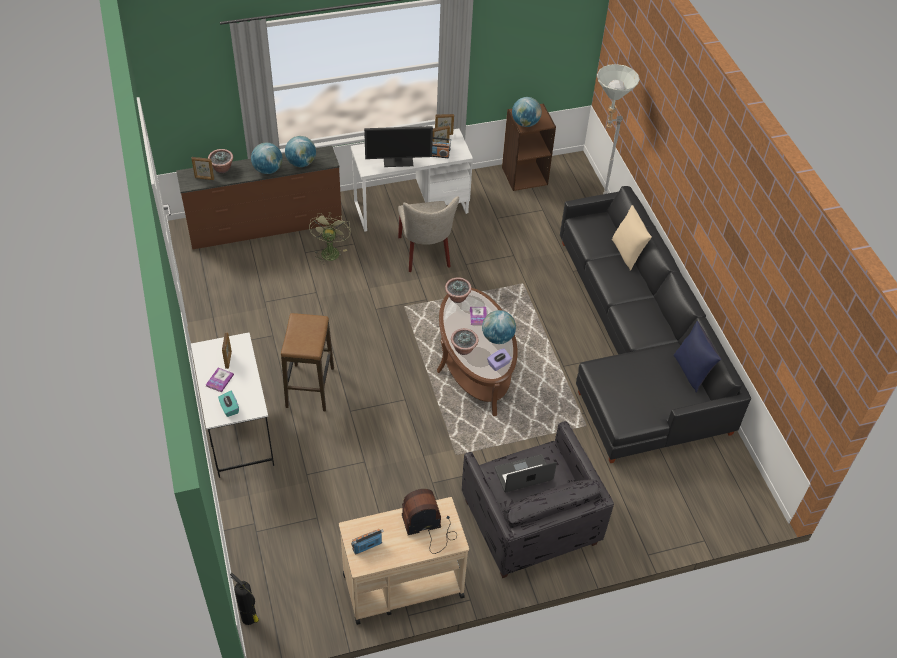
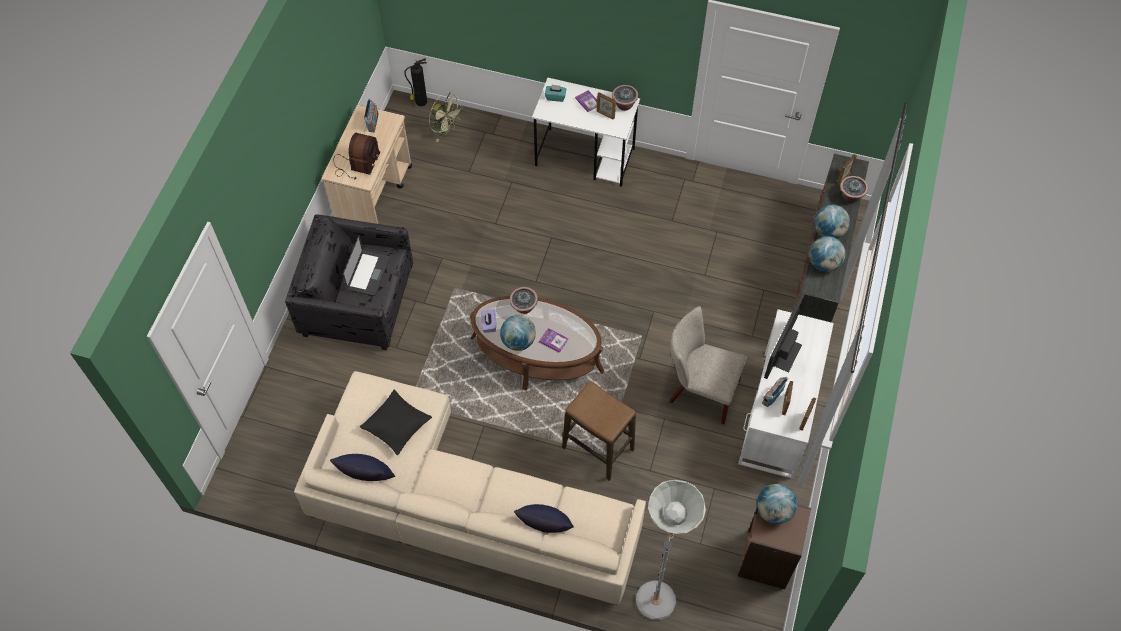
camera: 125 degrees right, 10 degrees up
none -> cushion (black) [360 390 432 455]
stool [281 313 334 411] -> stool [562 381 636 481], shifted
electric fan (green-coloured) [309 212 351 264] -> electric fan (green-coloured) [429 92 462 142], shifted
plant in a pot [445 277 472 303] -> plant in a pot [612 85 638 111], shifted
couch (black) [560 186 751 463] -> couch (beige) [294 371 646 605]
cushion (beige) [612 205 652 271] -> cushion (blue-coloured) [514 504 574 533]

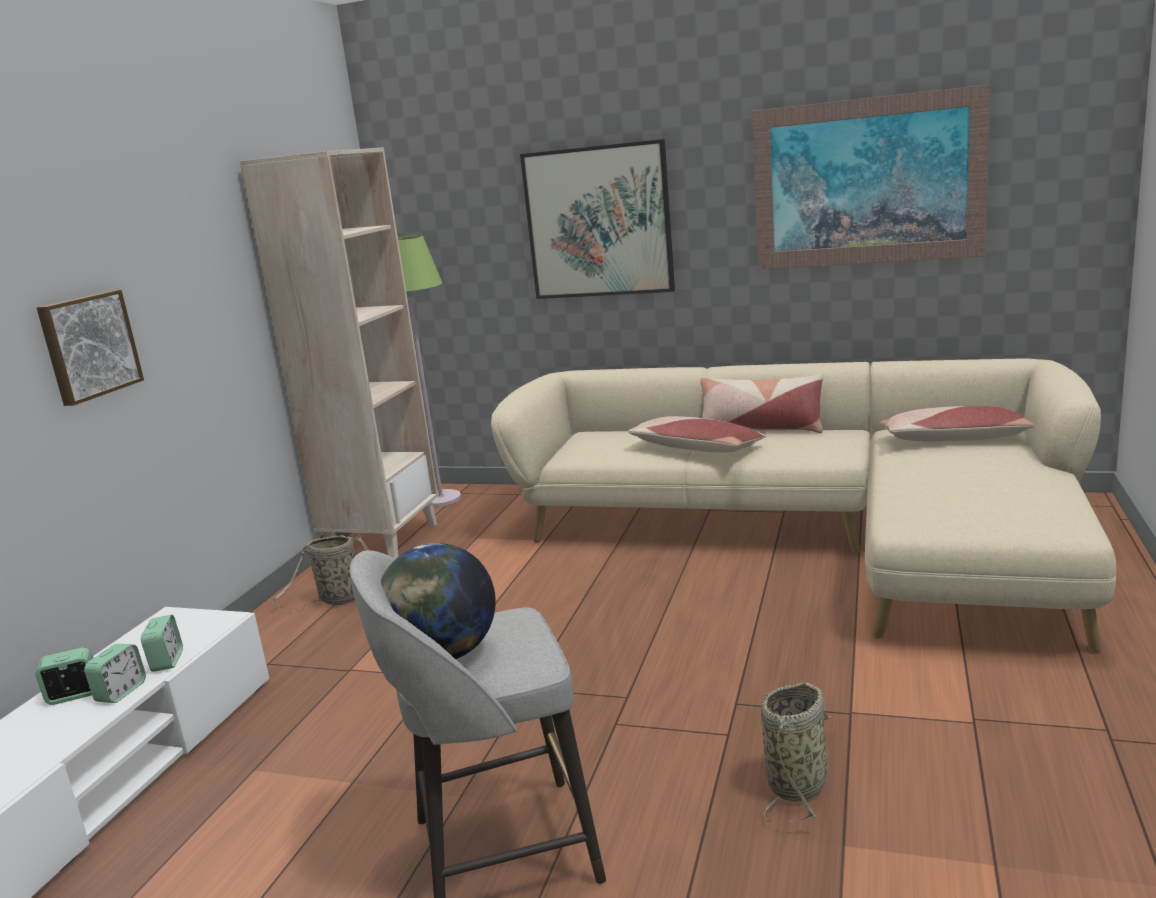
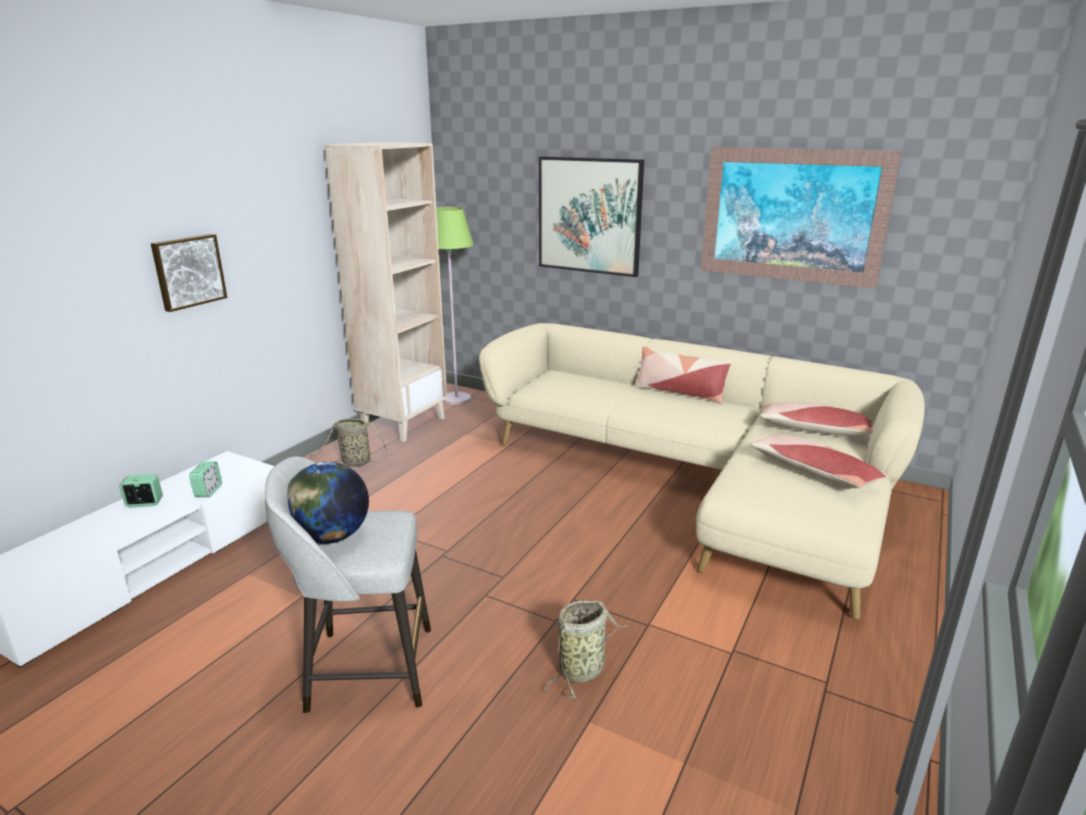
camera: 10 degrees right, 5 degrees up
bedside clock [84 644 146 703] -> none
cushion [628 416 766 453] -> cushion [750 434 888 488], shifted

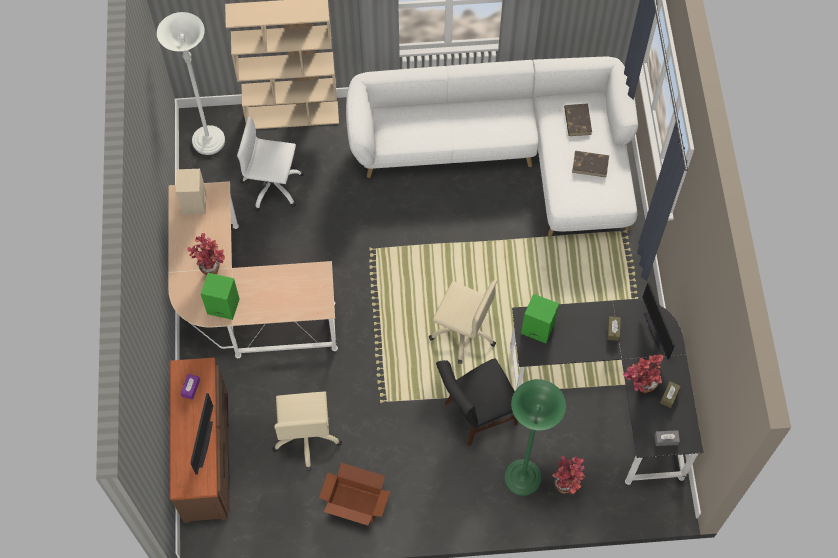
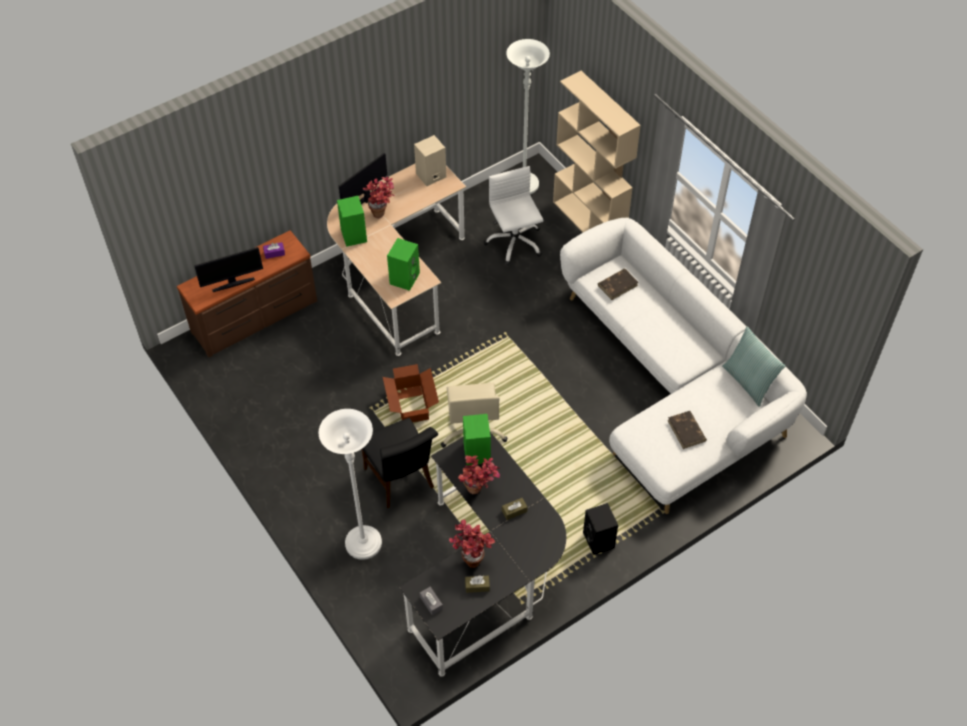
camera: 60 degrees right, 10 degrees down
desk chair (beige) [272 392 342 471] -> none
none -> audio speaker (green-coloured) [387 238 420 291]
none -> audio speaker (black) [583 503 618 555]
none -> cushion [722 326 786 407]
carton [319 463 390 526] -> carton [383 364 439 422], shifted
plant in a pot [552 456 585 494] -> plant in a pot [458 455 500 494], shifted
bound book (brownish) [564 104 592 136] -> bound book (brownish) [598 268 638 300], shifted
computer display [642 282 675 360] -> computer display [339 153 387 204], shifted
standing lamp (green-coloured) [504 379 566 496] -> standing lamp (white) [318 409 382 560]
plain chair (black) [436 358 518 447] -> plain chair (black) [362 418 438 508], 150 degrees counterclockwise

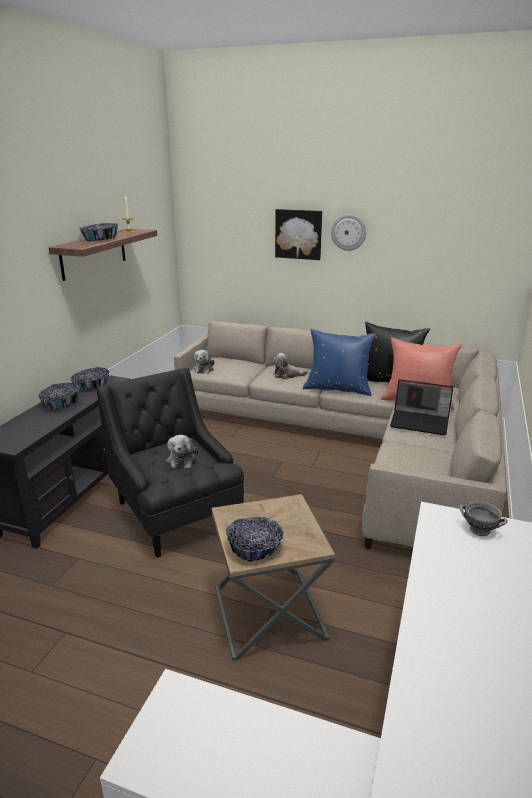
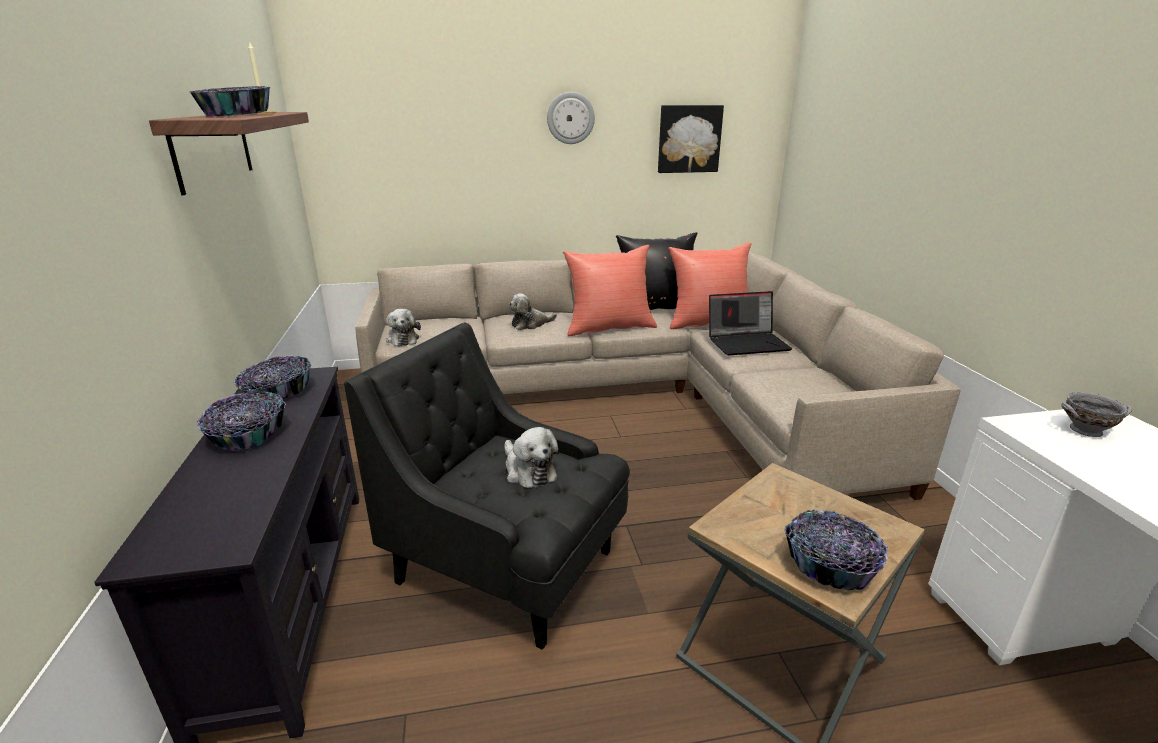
camera: 30 degrees left, 0 degrees up
wall art [275 209 322 260] -> wall art [658 105 724 173], shifted
cushion (blue-coloured) [303 329 377 396] -> cushion (red-coloured) [563 245 657 336]

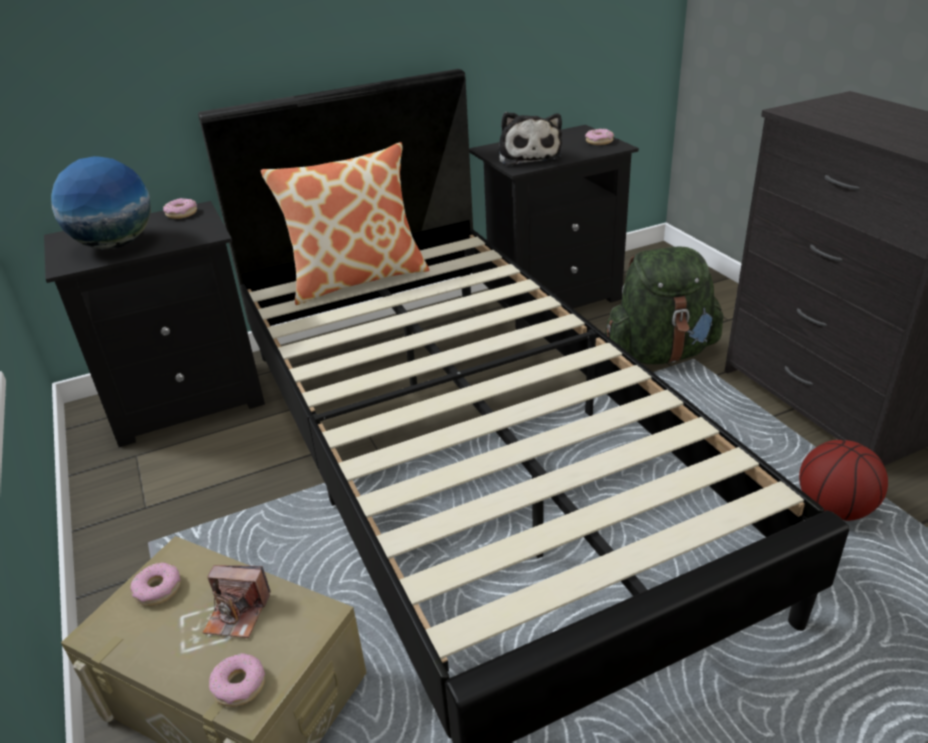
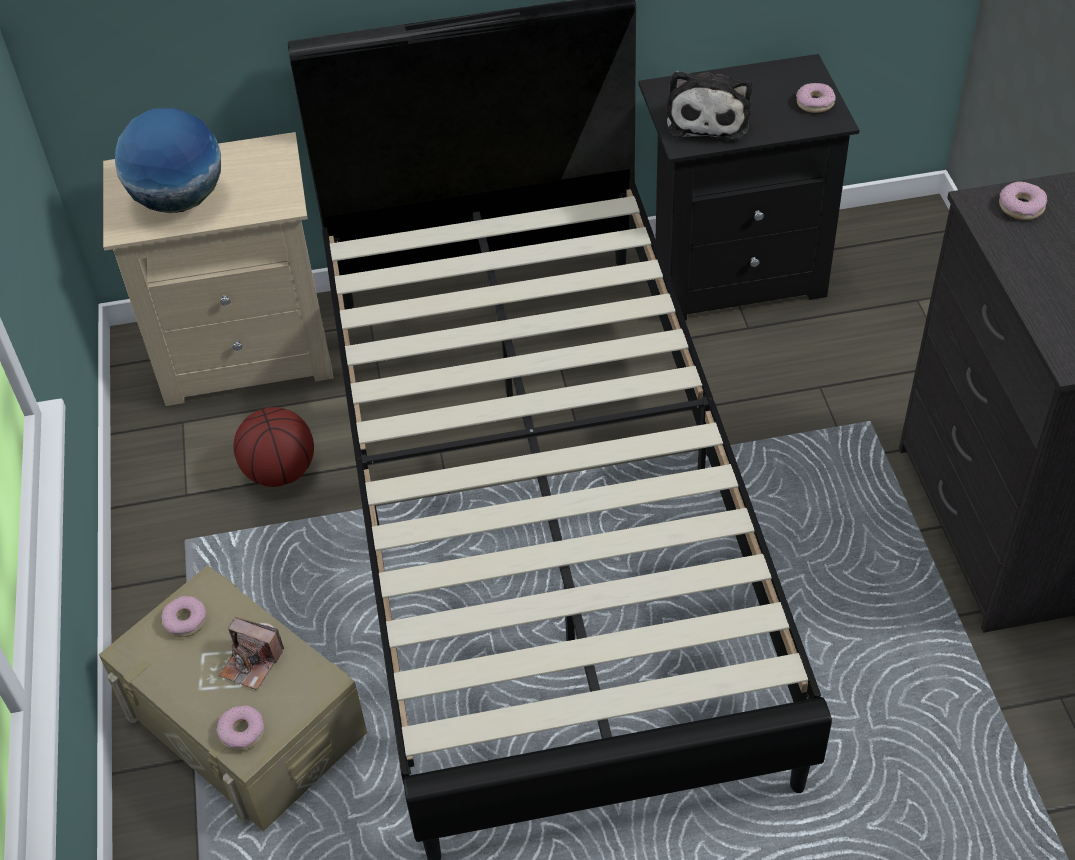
camera: 15 degrees right, 15 degrees up
cushion [261 142 429 305] -> none
knapsack (green-coloured) [605 246 724 364] -> none
donut [163 198 197 219] -> donut [999 182 1047 220], shifted
ball for basketball [799 440 888 521] -> ball for basketball [233 407 314 487], shifted
night table (black) [44 201 265 447] -> night table (beige) [103 132 334 406]

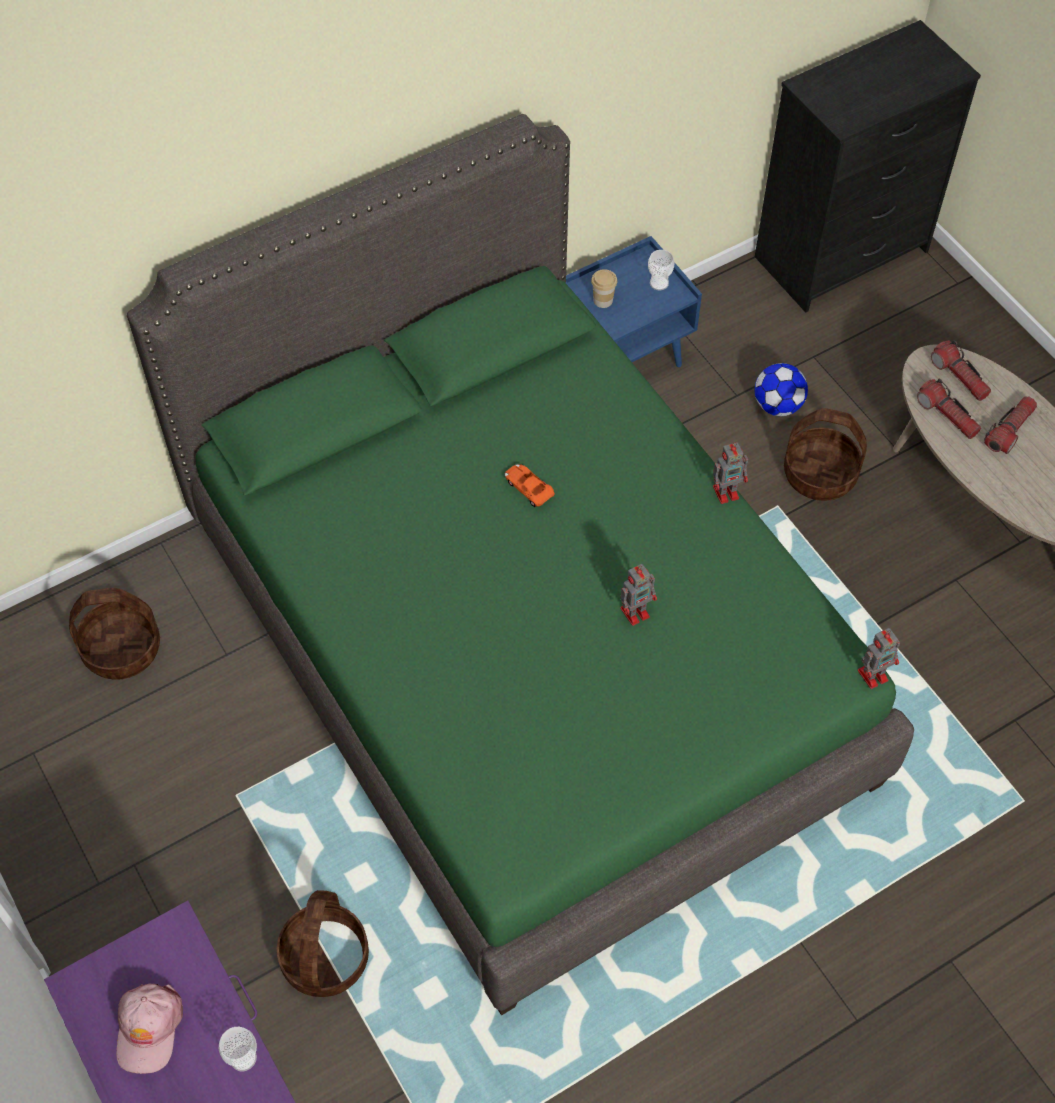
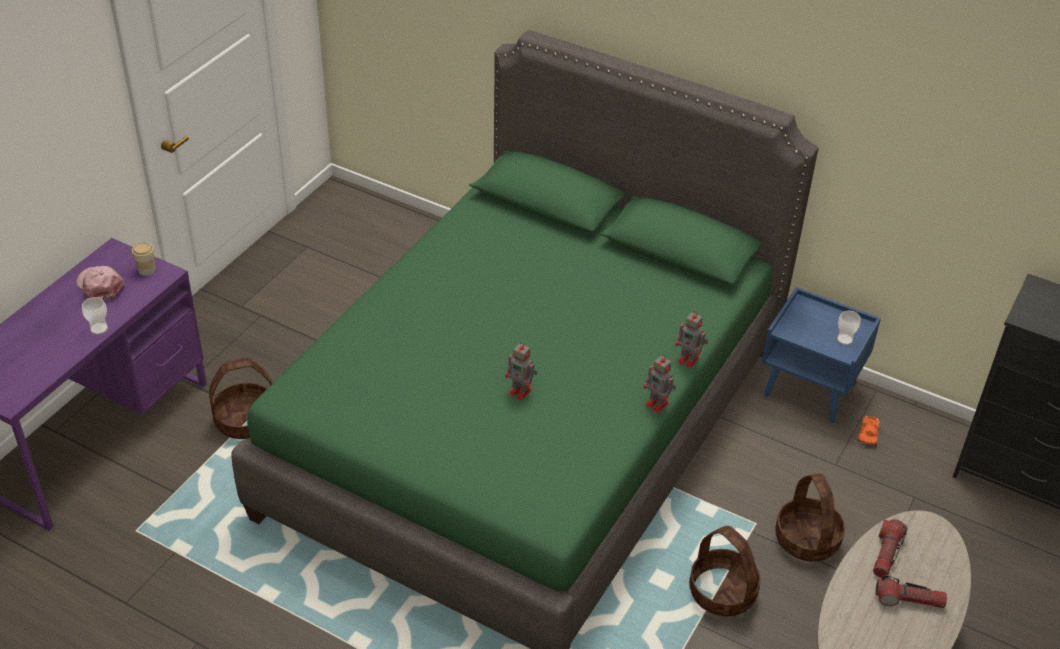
camera: 60 degrees right, 15 degrees down
football [754 363 808 416] -> none
torch [931 340 991 401] -> none
storage basket [69 588 160 680] -> storage basket [689 526 761 617], shifted
model car (orange-coloured) [505 464 555 507] -> model car (orange-coloured) [858 416 880 445], shifted
cup [591 269 617 308] -> cup [132 242 156 276], shifted
model robot [858 628 900 689] -> model robot [675 312 708 368], shifted
peaked cap (pink) [116 984 183 1074] -> peaked cap (pink) [76 266 124 301], 75 degrees clockwise

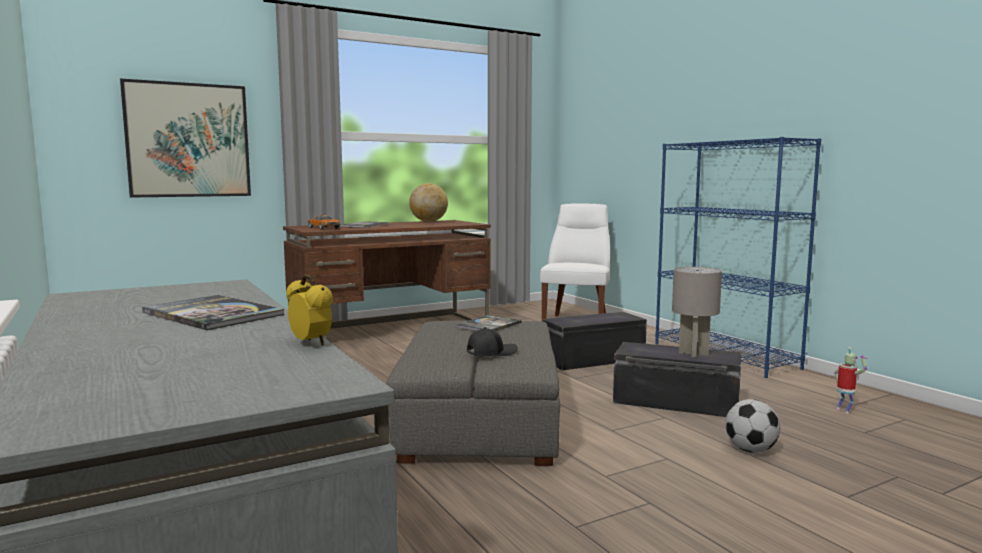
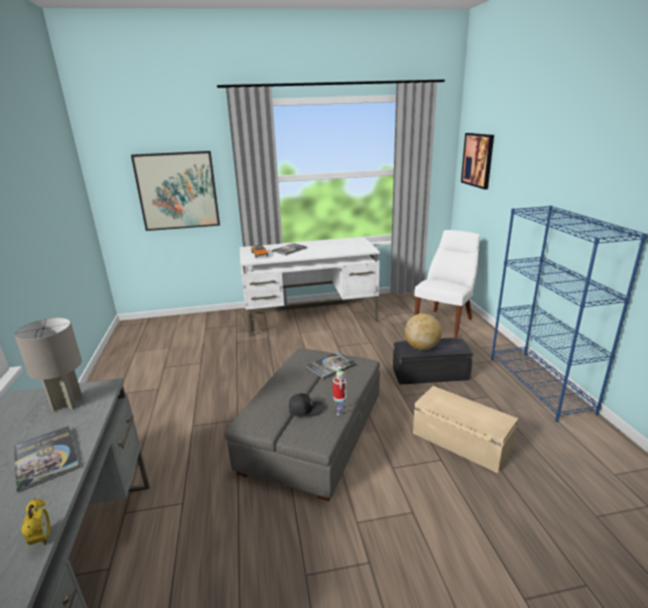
camera: 20 degrees right, 15 degrees up
football [725 399 780 453] -> none
none -> wall art [461 133 494 189]
desk globe [409 183 448 222] -> desk globe [405 314 442 350], shifted
tabletop lamp (greyish) [672 267 722 358] -> tabletop lamp (greyish) [15 318 83 412], shifted
model robot [834 347 868 414] -> model robot [333 367 347 415], shifted
desk (brownish) [283 220 491 329] -> desk (white) [240 237 380 337]
storage bin (black) [613 342 742 417] -> storage bin (beige) [413 386 518 473]

